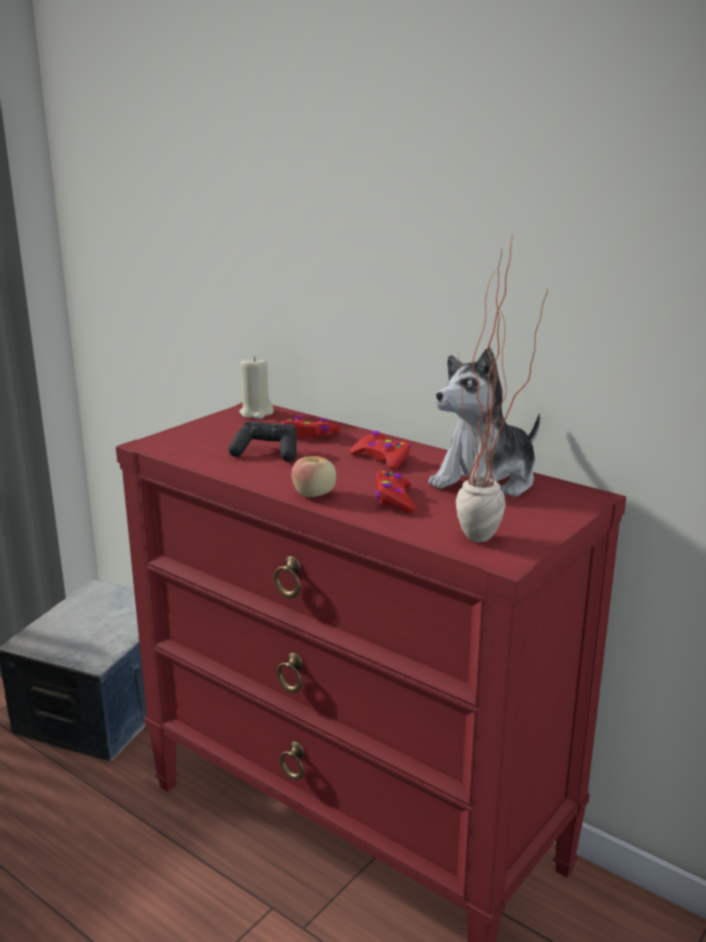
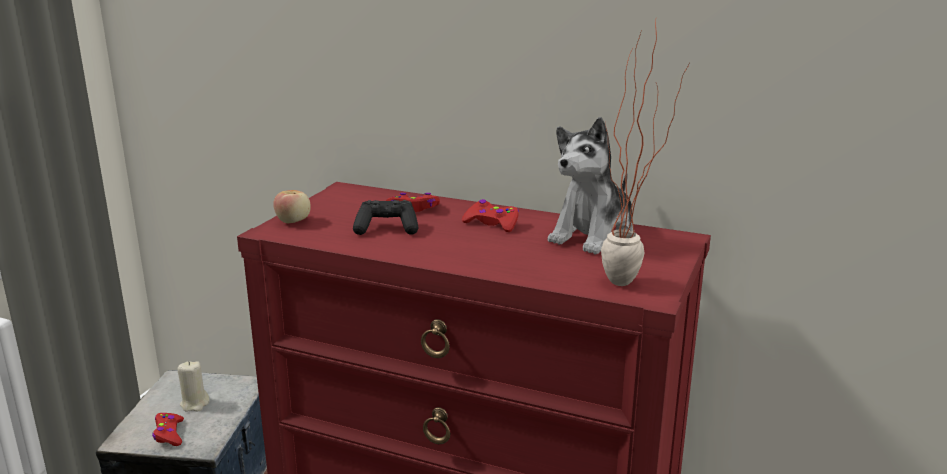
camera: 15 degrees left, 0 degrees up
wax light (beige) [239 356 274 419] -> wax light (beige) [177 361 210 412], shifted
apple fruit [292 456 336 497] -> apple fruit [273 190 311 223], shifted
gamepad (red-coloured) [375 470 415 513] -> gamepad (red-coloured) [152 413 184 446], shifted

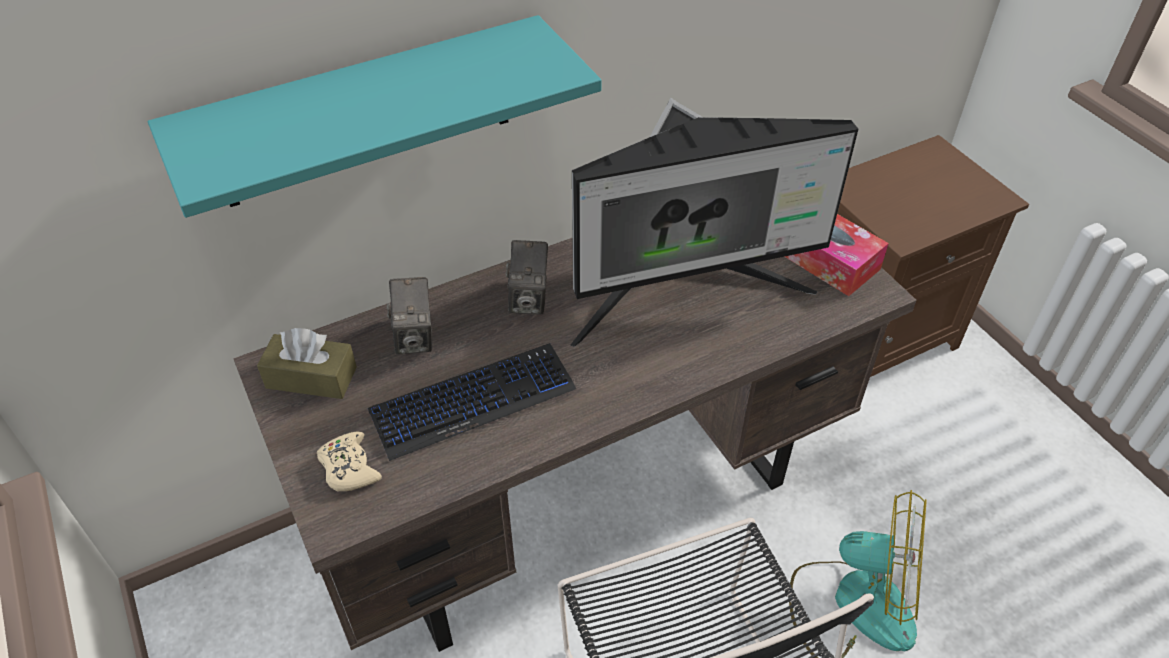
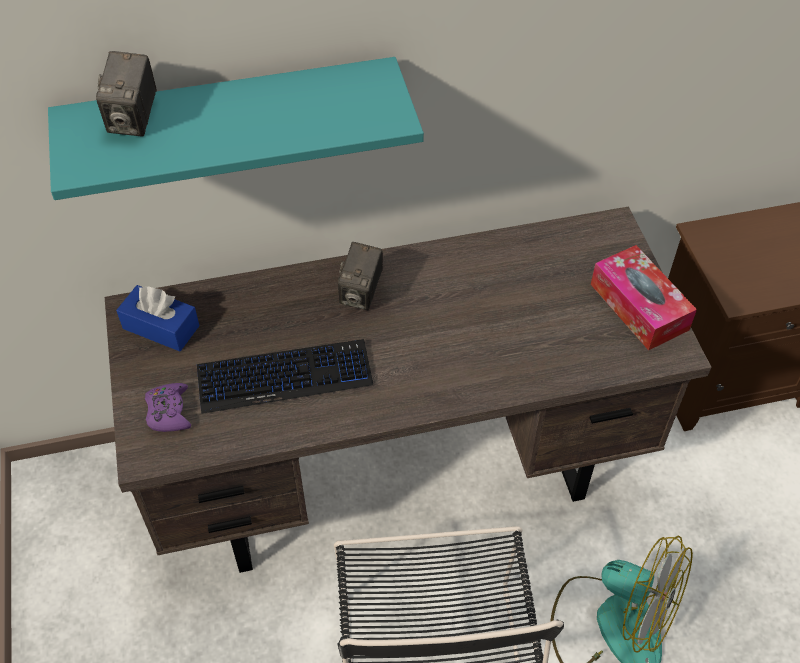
camera: 15 degrees right, 5 degrees up
computer display [570 97 858 347] -> none
still camera [387 277 432 355] -> still camera [96 51 157 136], shifted
tissue box (brownish) [257 328 357 399] -> tissue box (blue-coloured) [116 285 200 351]
gamepad (beige) [317 431 382 491] -> gamepad (purple) [145 383 191 432]

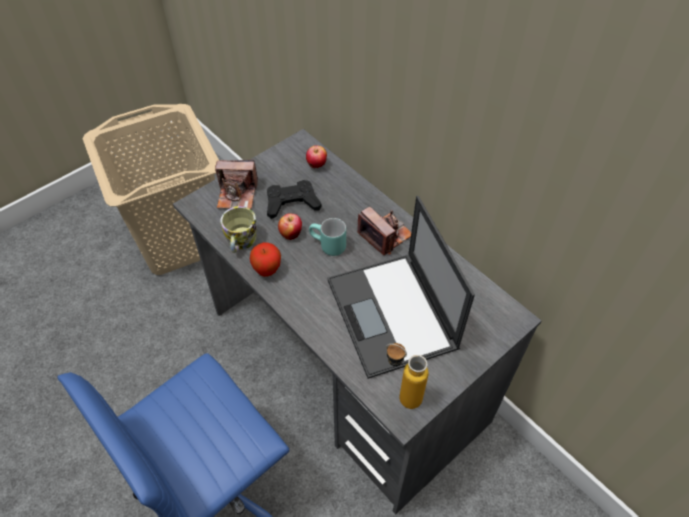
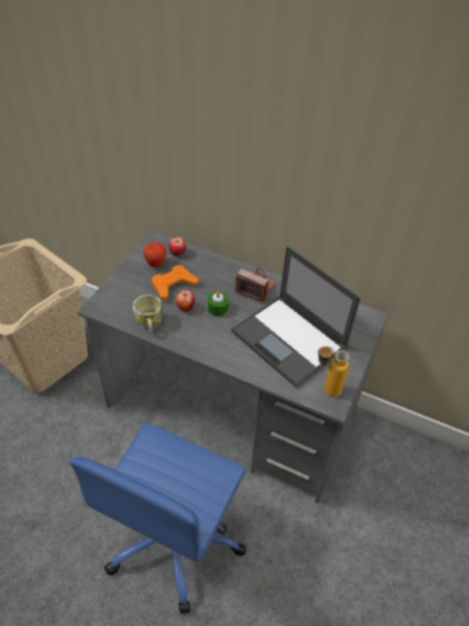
camera: 25 degrees left, 5 degrees down
still camera [215 160 258 209] -> none
apple fruit [250 242 281 277] -> apple fruit [143 242 166 267], shifted
coffee mug (turquoise-coloured) [309 218 346 256] -> wax light (green-coloured) [207 291 229 316]
gamepad (black) [267 180 322 219] -> gamepad (orange-coloured) [152 265 199 300]

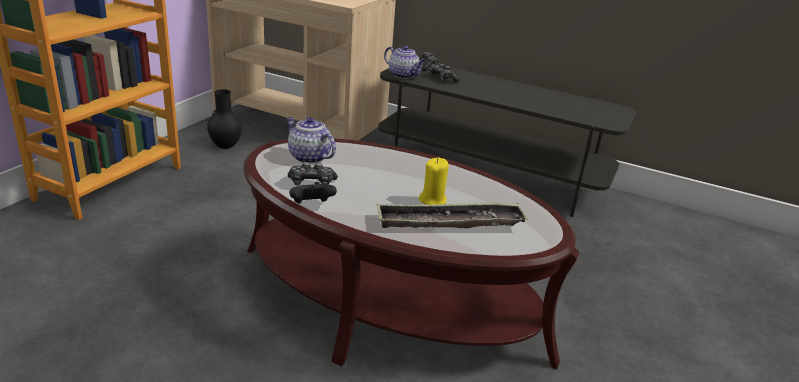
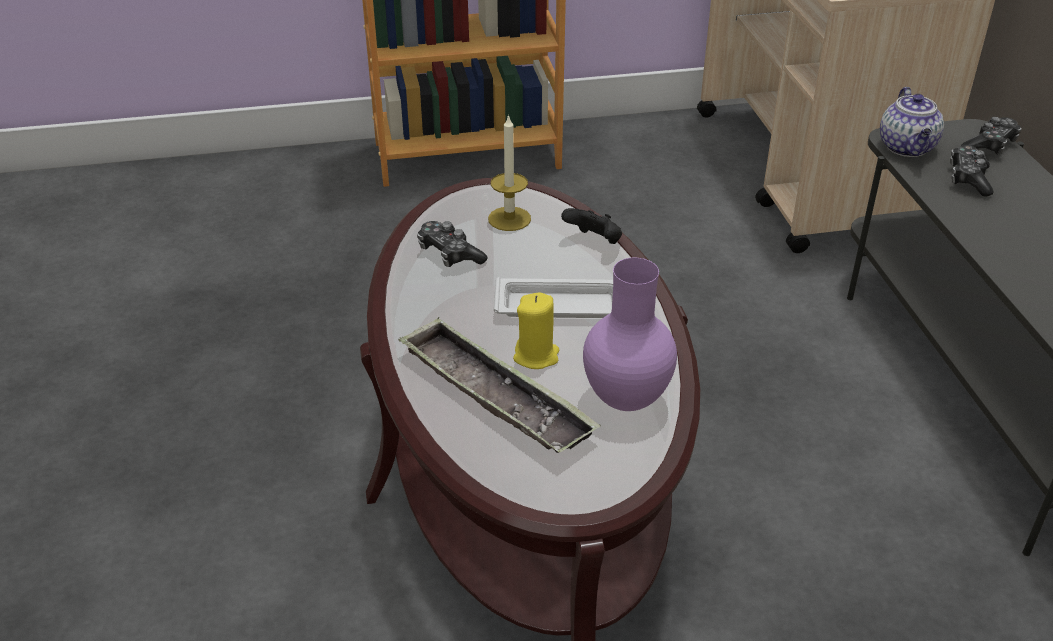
camera: 55 degrees right, 10 degrees up
flower vase (black) [207 89 242 149] -> none
none -> carrying tray (white) [494 277 613 318]
none -> flower vase (purple) [583 258 677 411]
gamepad (black) [289 182 337 204] -> gamepad (black) [561 208 622 244], shifted
teapot [286 117 336 164] -> wax light [488 114 531 231]

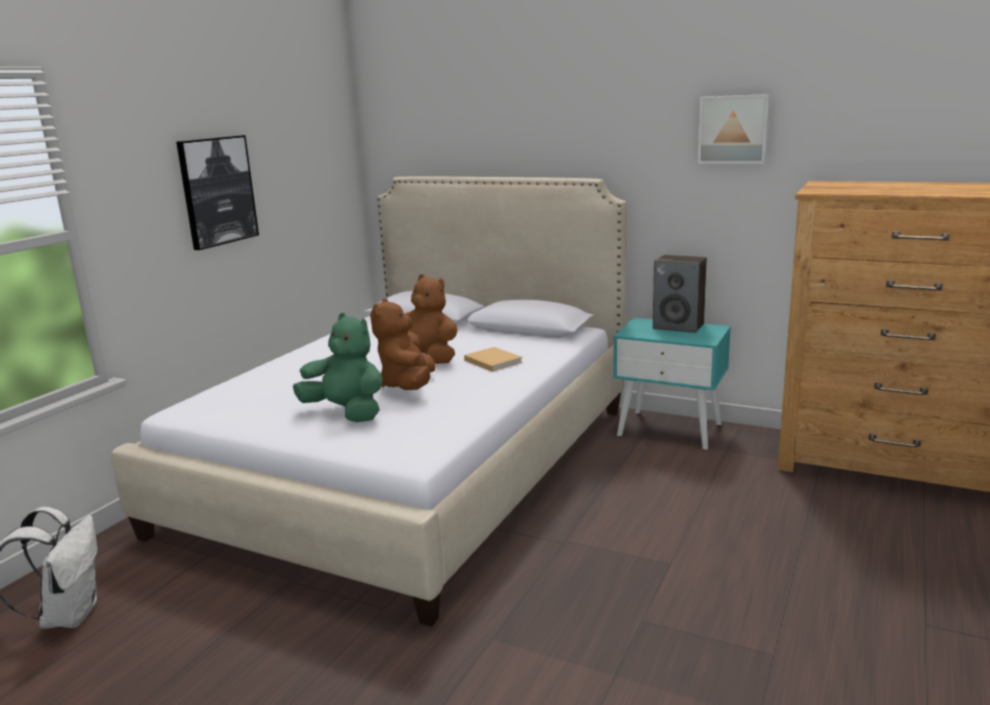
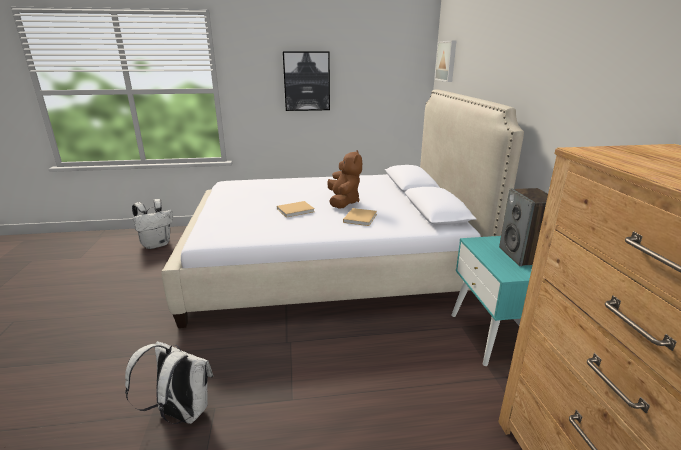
camera: 55 degrees right, 5 degrees up
cuddly toy (green-coloured) [293 313 383 422] -> none
none -> knapsack (white) [125 341 213 424]
wall art [698 94 770 164] -> wall art [434 41 456 82], shifted
cuddly toy (brownish) [370 298 436 390] -> bound book (beige) [277 201 315 218]

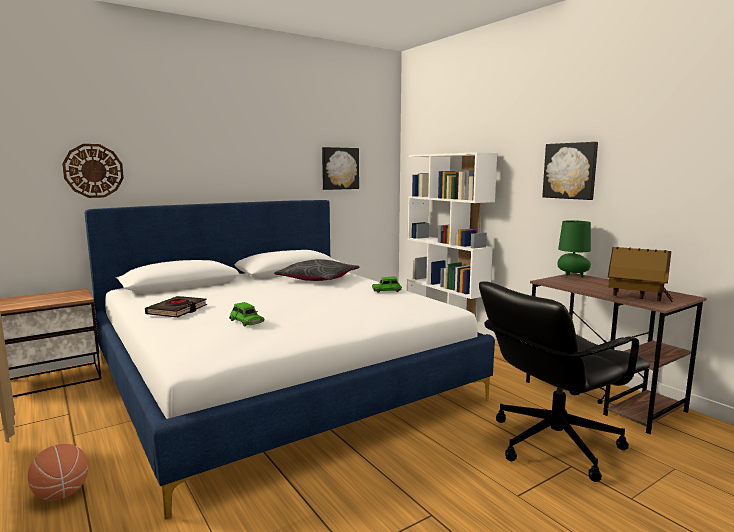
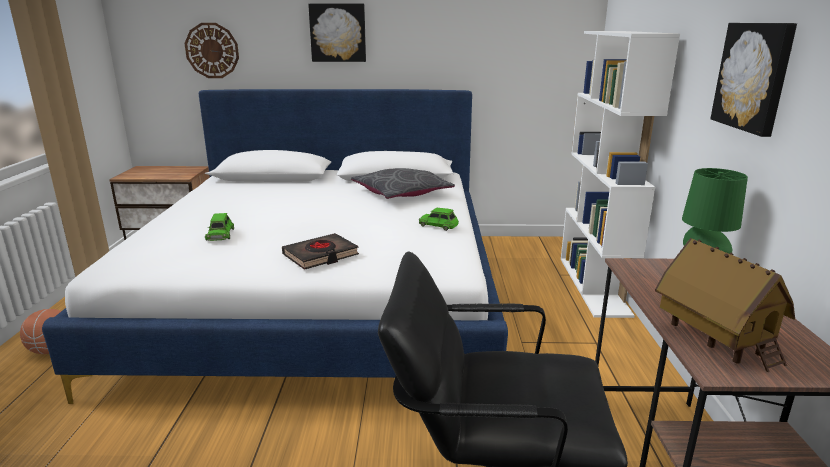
camera: 35 degrees right, 10 degrees up
bound book (black) [145 296 207 318] -> bound book (black) [282 233 359 270], shifted
wall art [322 147 359 190] -> wall art [308 4 366 62], shifted

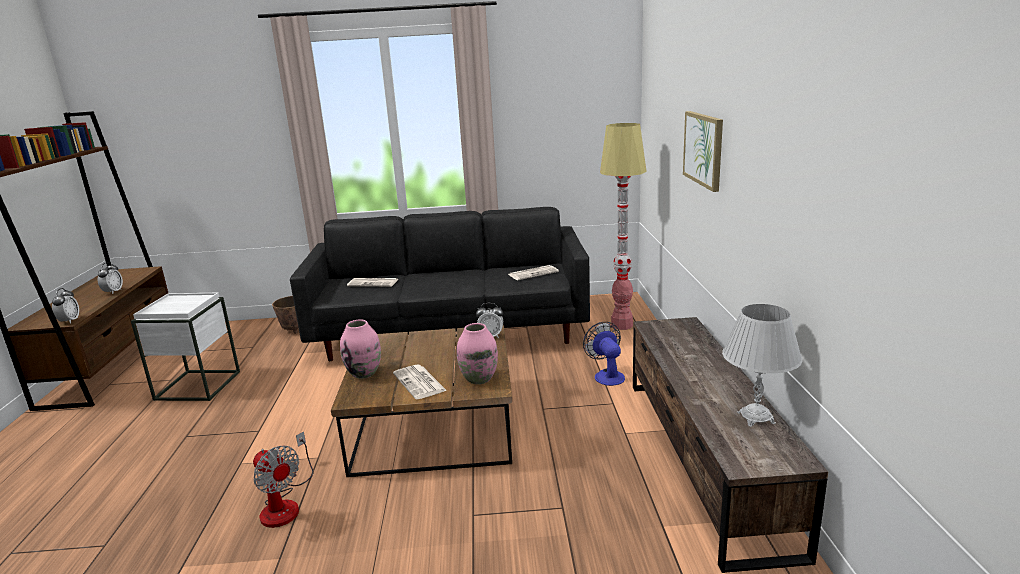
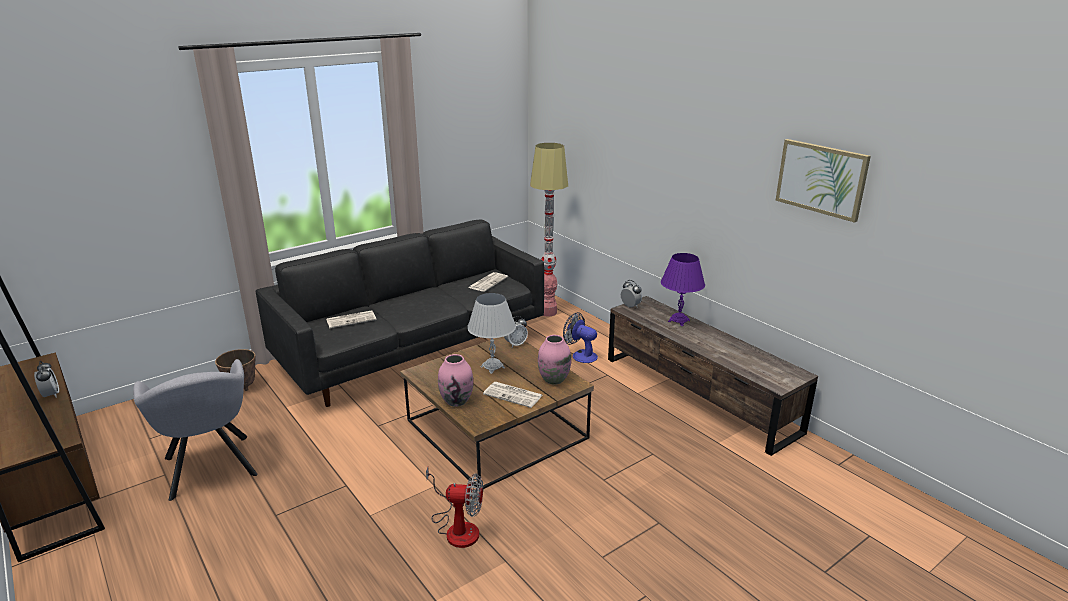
camera: 35 degrees left, 5 degrees up
none -> tabletop lamp (purple) [661 253 705 326]
bedside clock [52 288 79 324] -> bedside clock [621 280 642 308], shifted
wall art [683 111 723 192] -> wall art [775 139 871 223], shifted
tabletop lamp (white) [722 304 802 427] -> tabletop lamp (white) [467 293 516 374], shifted
end table (white) [131 293 240 401] -> lounge chair (greyish) [133 359 258 501]

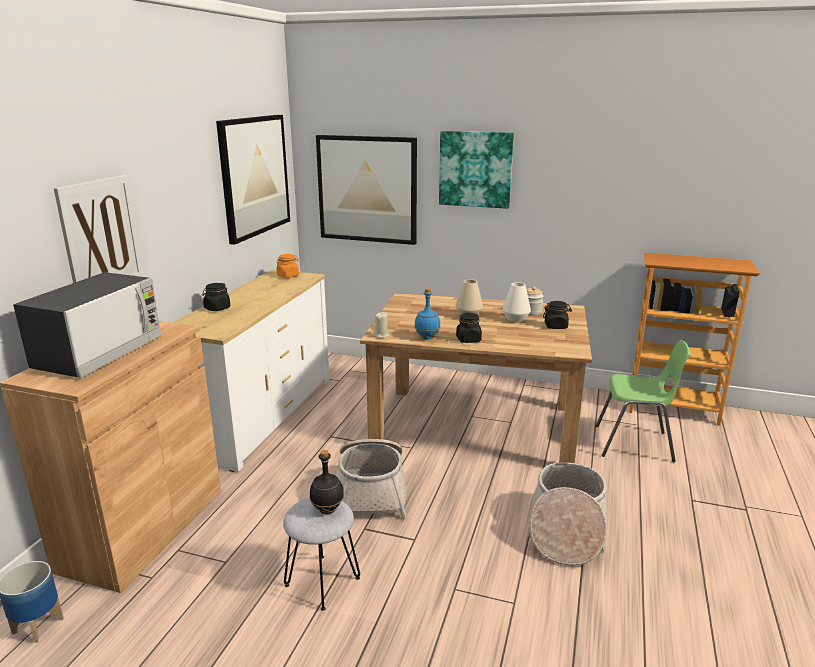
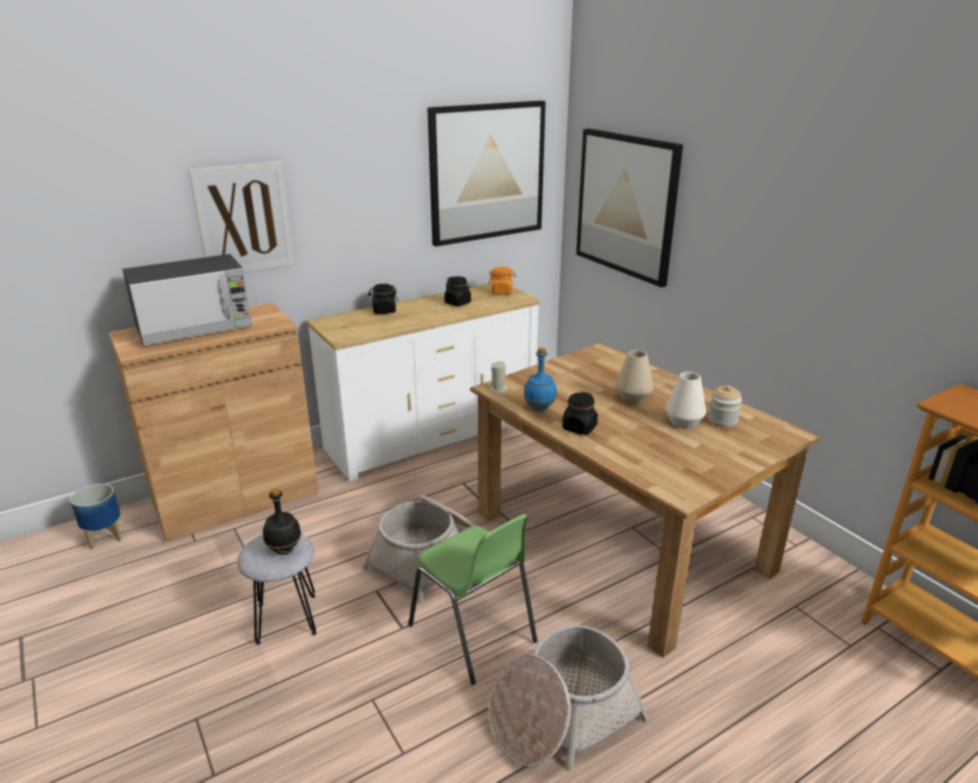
camera: 40 degrees right, 5 degrees up
wall art [439 131 514 209] -> none
jar (black) [543 301 572 329] -> jar (black) [444 276 471 306], shifted
plain chair (green-coloured) [596 340 691 462] -> plain chair (green-coloured) [408 514 537 685], shifted

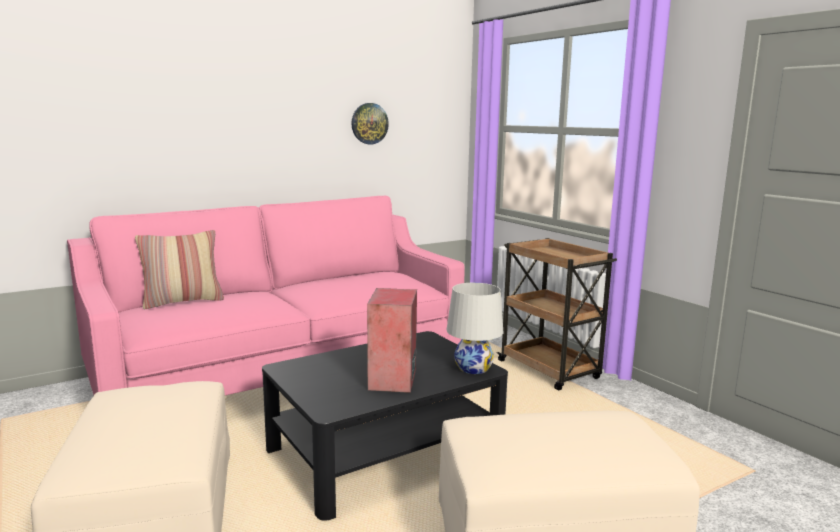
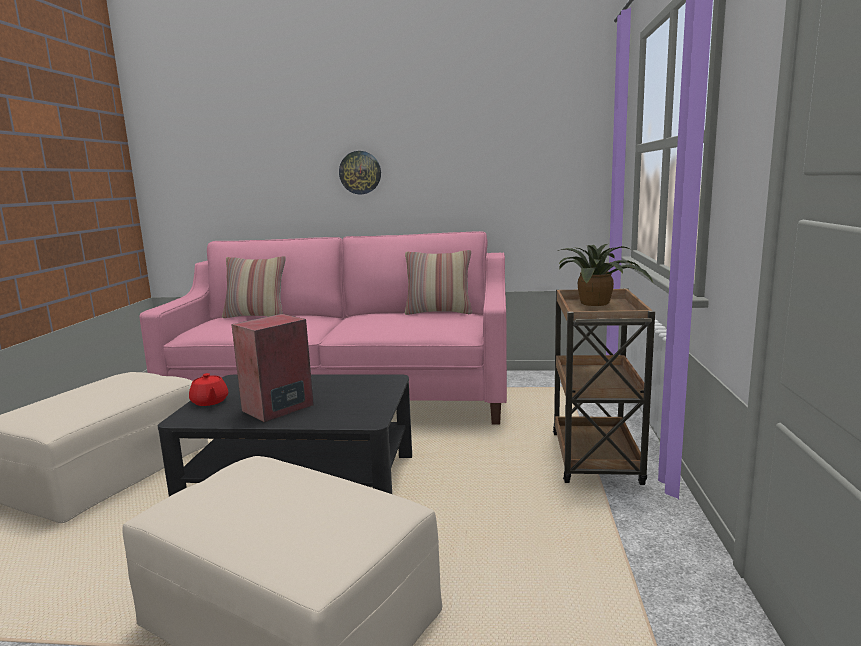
camera: 40 degrees right, 0 degrees up
tabletop lamp (white) [447 283 503 374] -> none
none -> teapot (red-coloured) [189 373 228 406]
none -> cushion [405 250 472 315]
none -> plant in a pot [558 244 653 306]
clock on the wall [351 103 389 144] -> clock on the wall [339 151 381 194], shifted

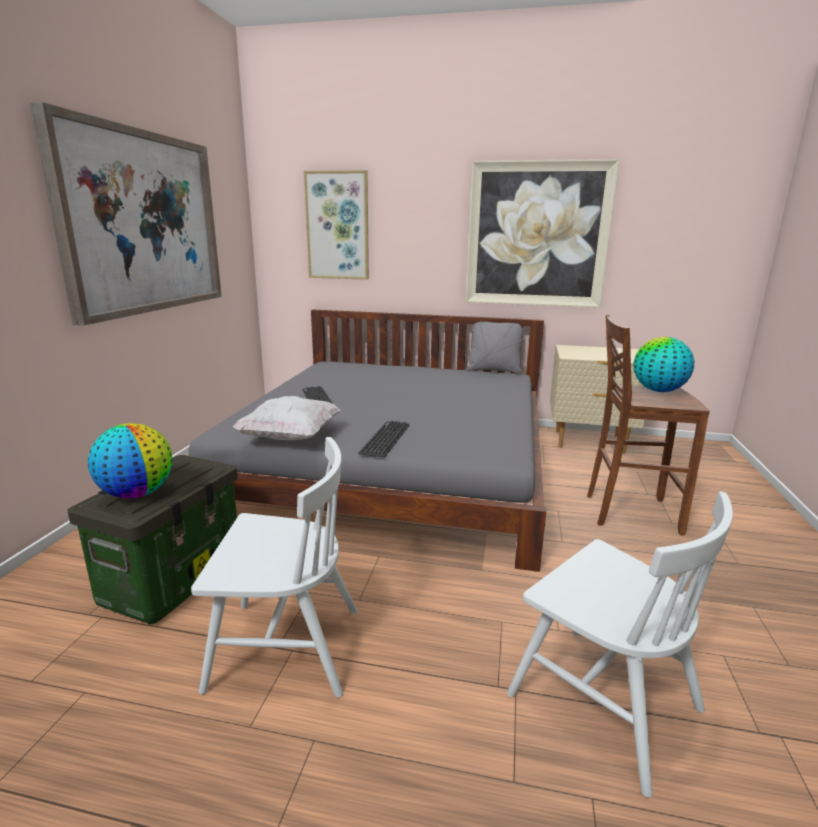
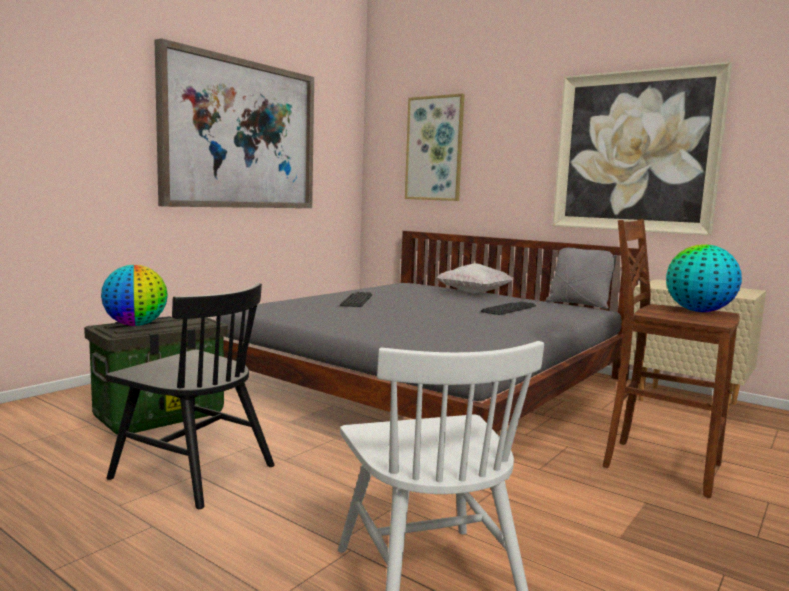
camera: 25 degrees right, 10 degrees down
cushion (white) [233 396 340 440] -> cushion (white) [436 263 513 293], shifted
computer keyboard [358 421 409 457] -> computer keyboard [481 301 536 315], shifted
plain chair (white) [191 437 358 697] -> plain chair (black) [106 283 275 509]

